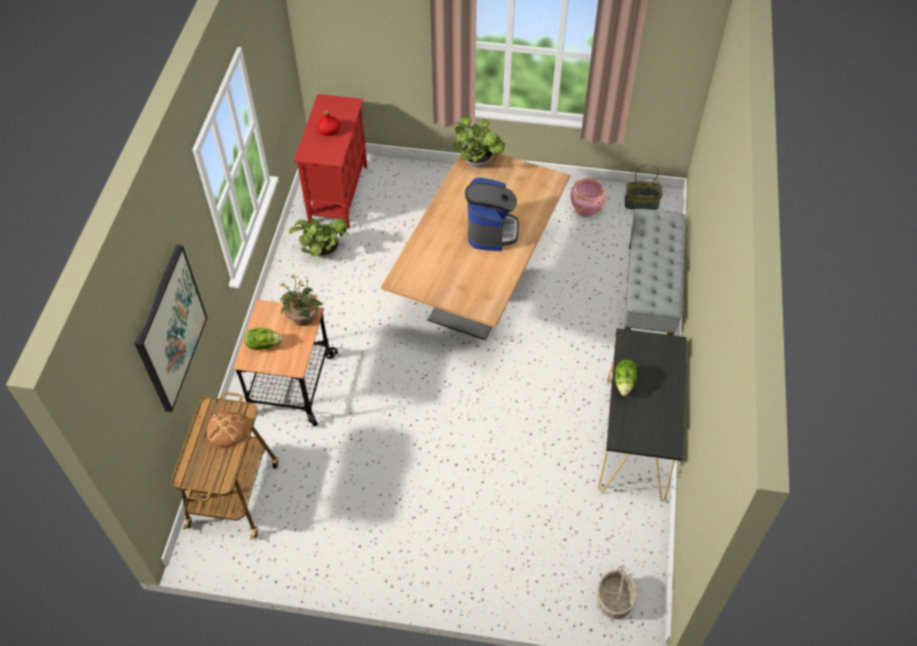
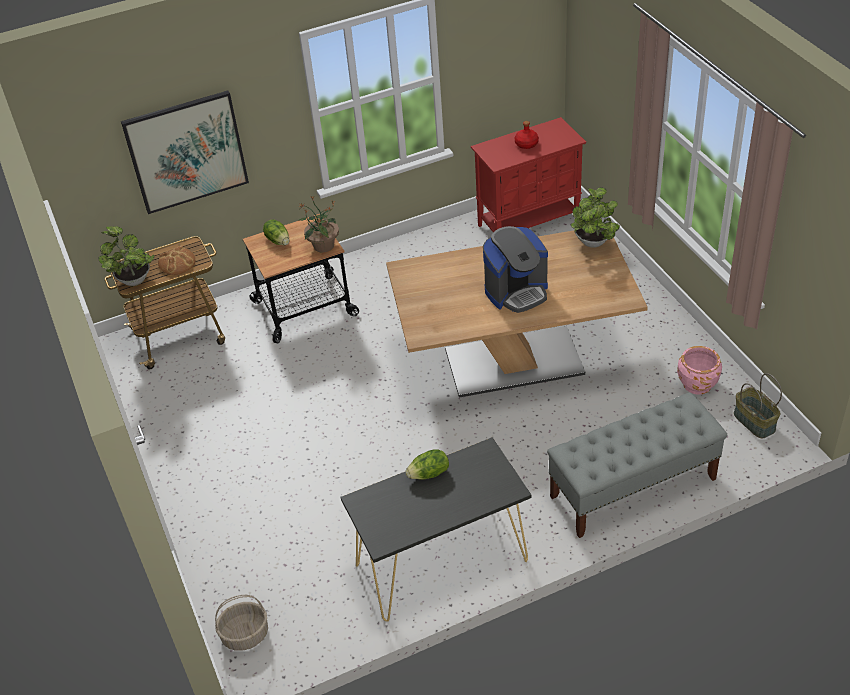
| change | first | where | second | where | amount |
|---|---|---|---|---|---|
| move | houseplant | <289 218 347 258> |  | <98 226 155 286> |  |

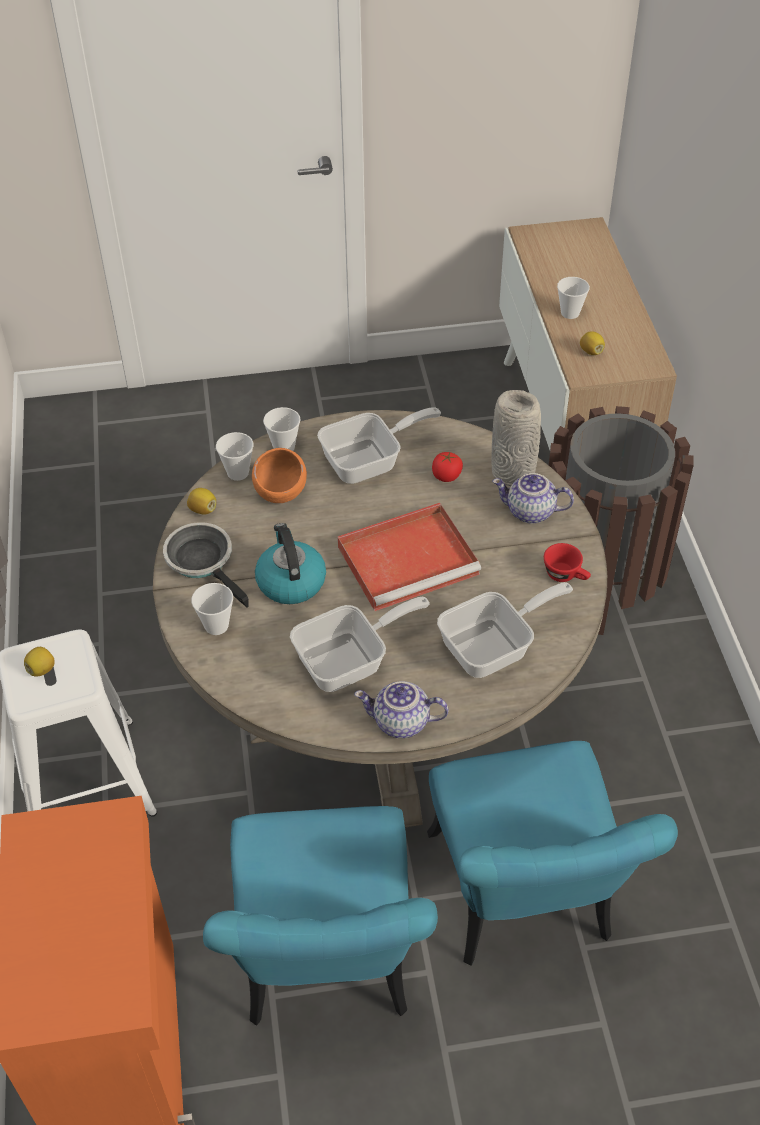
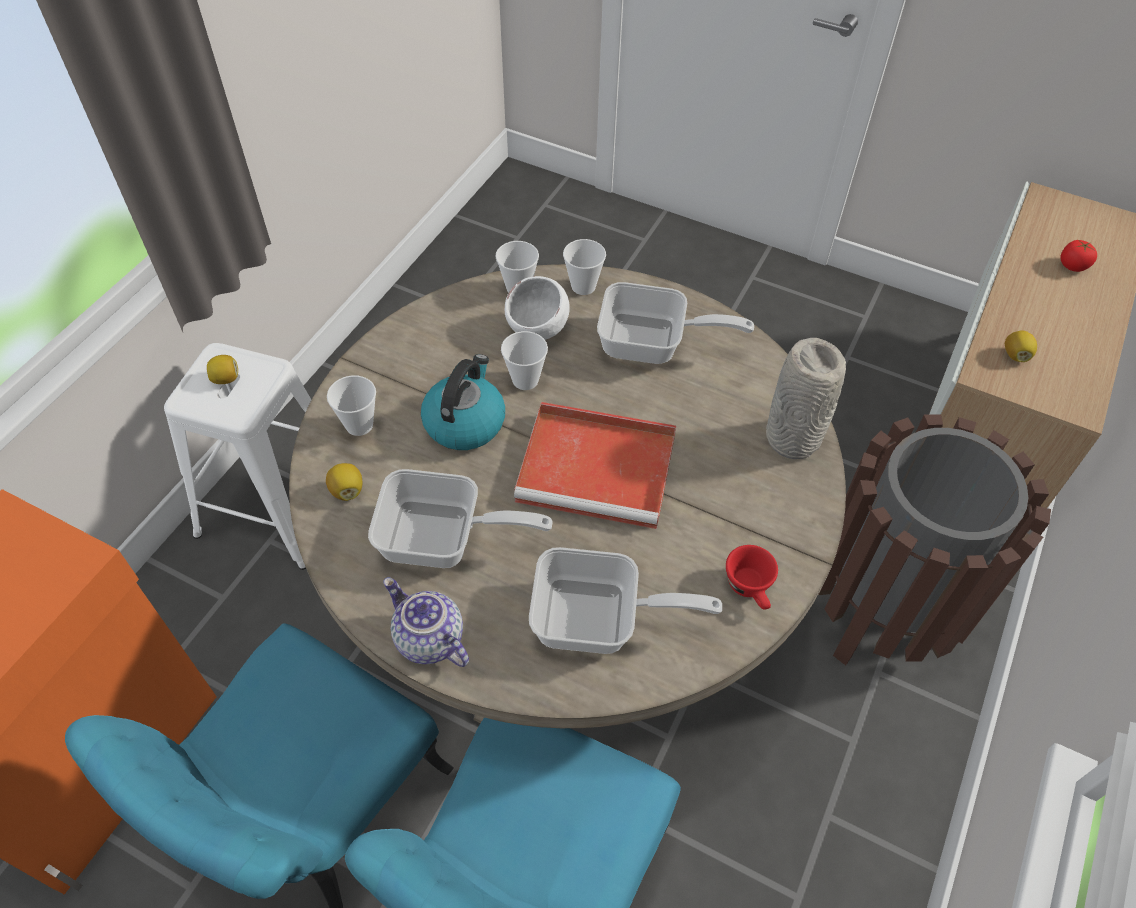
| change | first | where | second | where | amount |
|---|---|---|---|---|---|
| move | whole lemon | <187 488 216 515> |  | <326 463 362 501> |  |
| move | cup | <557 277 590 319> |  | <501 331 548 390> |  |
| recolor | orange deep dish | <252 448 307 503> | white deep dish | <505 276 570 340> |  |
| move | whole tomato | <432 452 463 482> |  | <1060 240 1097 272> |  |
| delete | skillet | <163 522 249 607> |  |  |  |
| delete | tea pot | <492 473 574 524> |  |  |  |

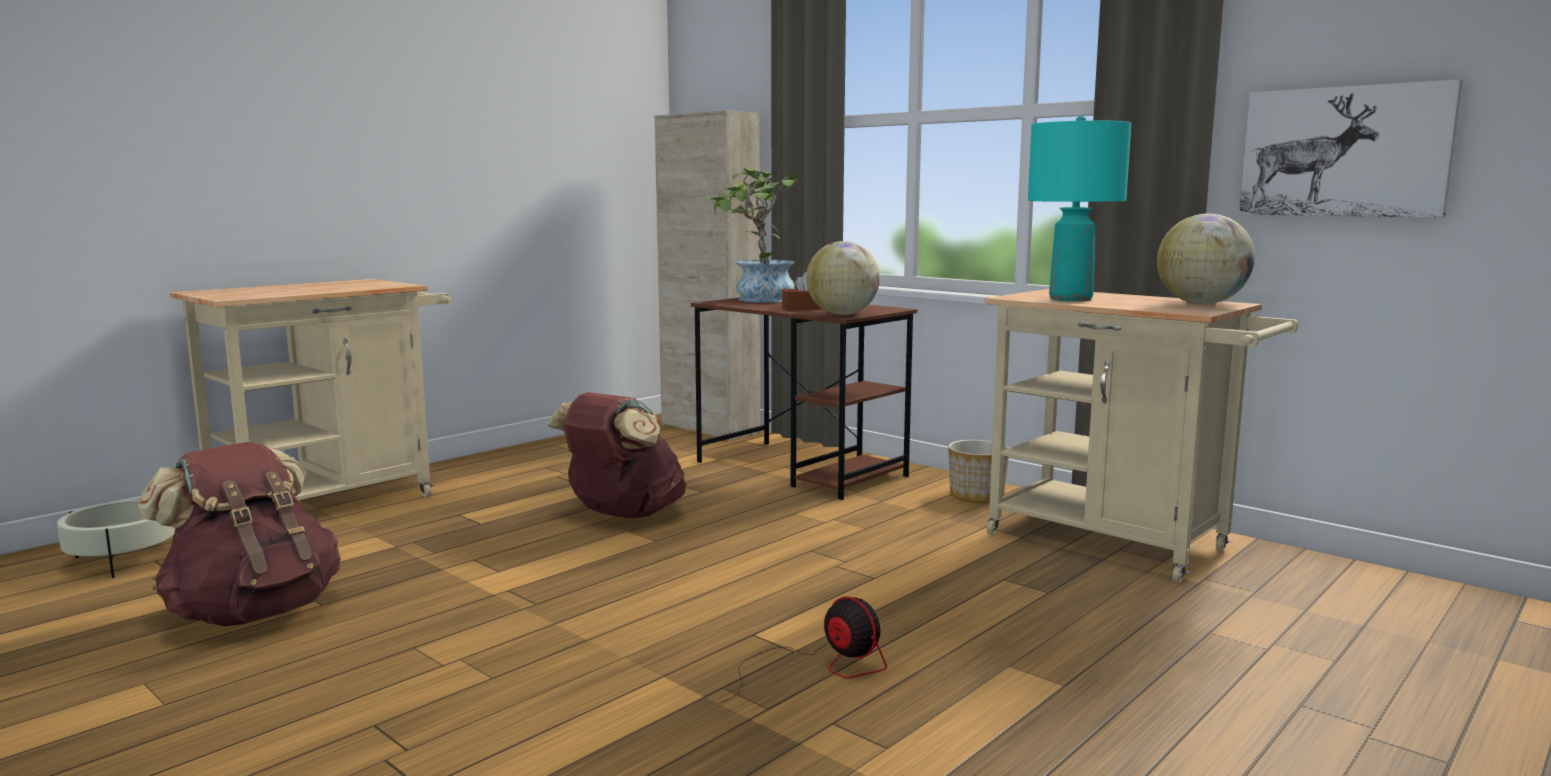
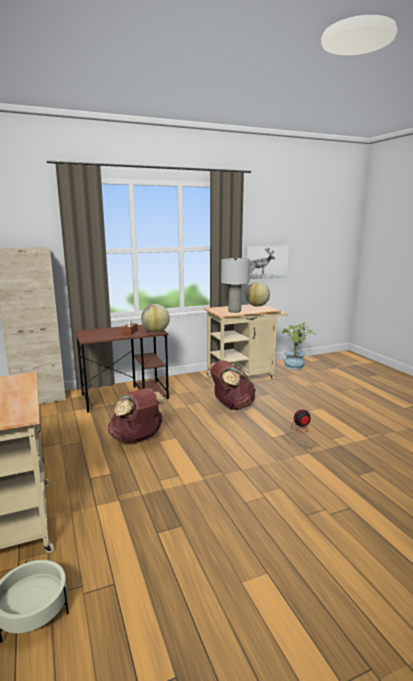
| change | first | where | second | where | amount |
|---|---|---|---|---|---|
| move | brown backpack | <137 442 341 627> |  | <208 360 256 410> |  |
| recolor | turquoise lamp for a table | <1028 116 1131 302> | gray lamp for a table | <221 257 250 313> |  |
| move | houseplant | <707 168 803 302> |  | <282 322 316 369> |  |
| delete | plant pot | <948 440 1009 503> |  |  |  |

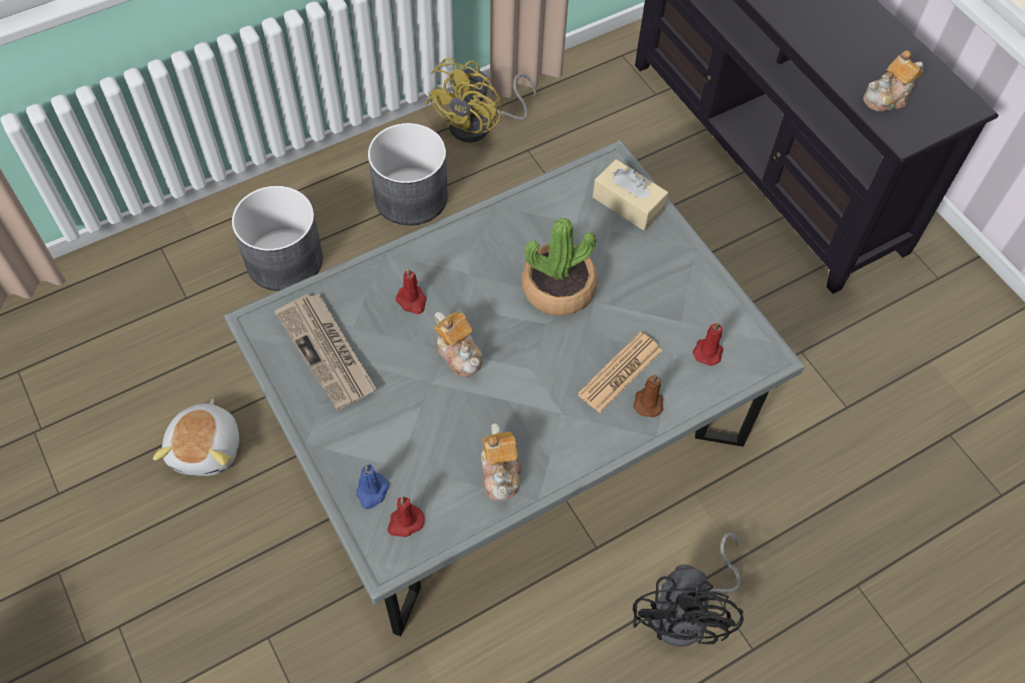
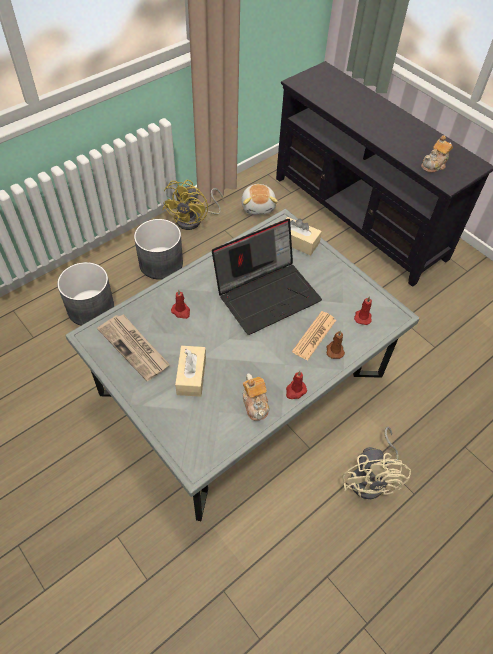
| change | first | where | second | where | amount |
|---|---|---|---|---|---|
| insert |  |  | beige-coloured tissue box | <175 346 206 397> |  |
| replace | houseplant | <521 218 598 316> | laptop | <212 219 322 335> |  |
| move | cuddly toy | <153 399 239 476> |  | <241 184 278 215> |  |
| move | red-coloured candle | <387 497 424 537> |  | <286 371 307 399> |  |
| recolor | black fan | <633 532 744 647> | beige-coloured fan | <343 426 411 499> |  |
| delete | blue-coloured candle | <356 464 389 509> |  |  |  |
| delete | tea pot | <434 312 483 378> |  |  |  |

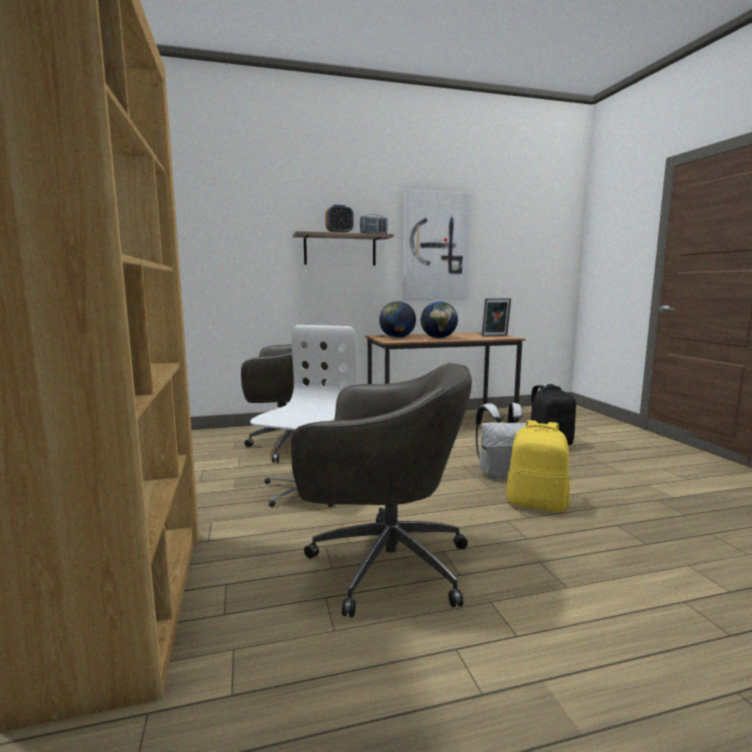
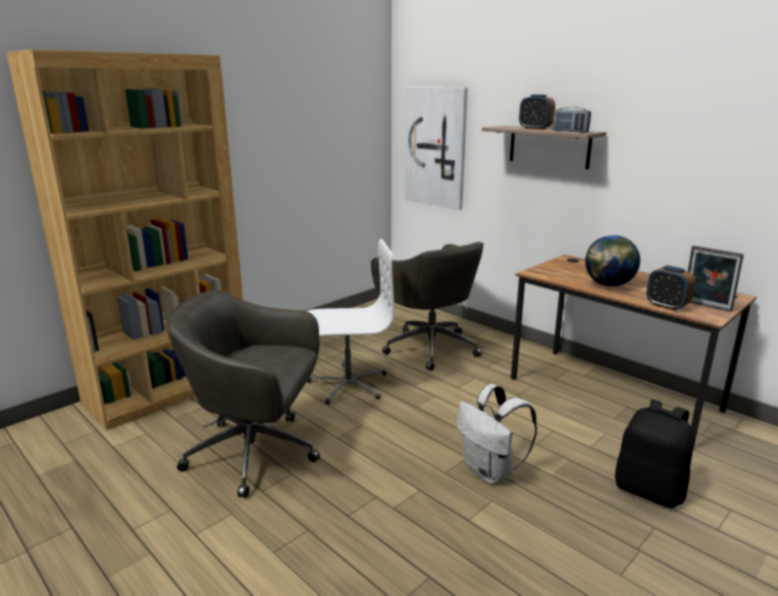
| change | first | where | second | where | amount |
|---|---|---|---|---|---|
| rotate | gray computer chair | <291 363 472 617> |  | <166 290 320 498> | 120 degrees clockwise |
| move | picture | <403 189 471 300> |  | <404 86 468 210> |  |
| insert |  |  | bedside clock | <646 265 695 311> |  |
| delete | desk globe | <379 301 416 338> |  |  |  |
| delete | yellow-coloured backpack | <506 420 570 512> |  |  |  |

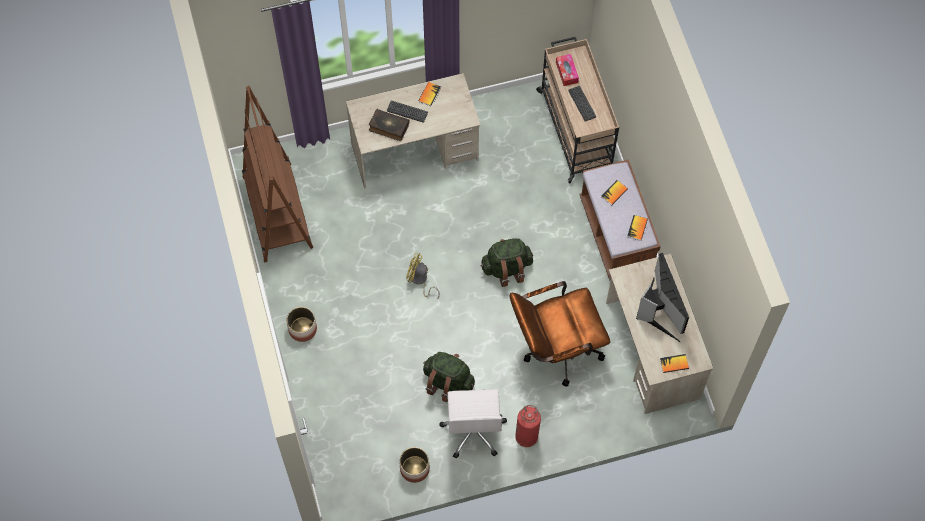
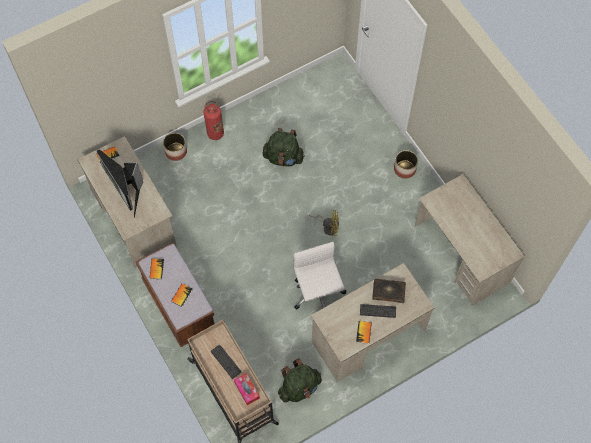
| change | first | where | second | where | amount |
|---|---|---|---|---|---|
| move | plant pot | <399 447 430 483> |  | <163 133 187 161> |  |
| move | green-coloured backpack | <480 238 533 287> |  | <278 358 322 403> |  |
| move | white computer chair | <439 389 507 458> |  | <294 242 346 310> |  |
| replace | brown bookshelf | <242 86 313 262> | beige-coloured desk | <415 174 525 306> |  |
| delete | brown computer chair | <510 281 610 387> |  |  |  |

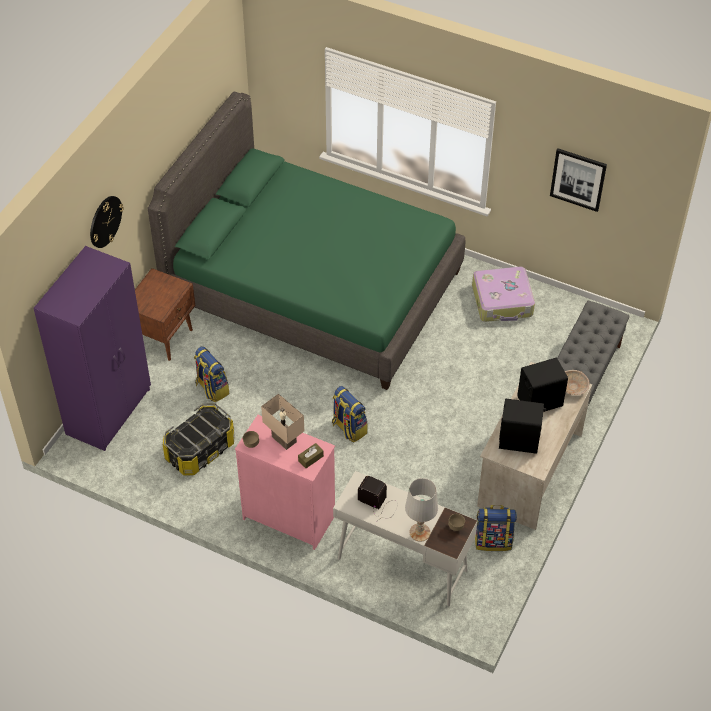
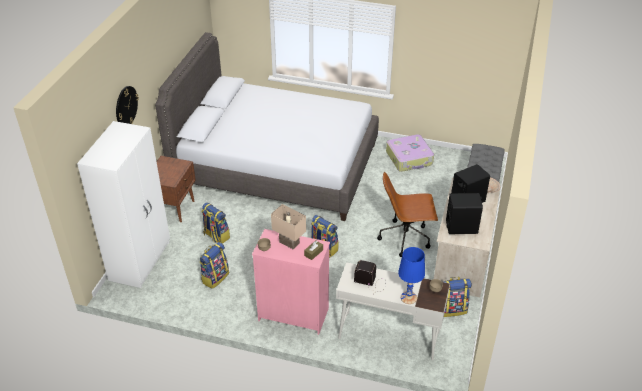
| change | first | where | second | where | amount |
|---|---|---|---|---|---|
| recolor | purple-coloured wardrobe | <33 246 151 451> | white wardrobe | <77 121 170 288> |  |
| recolor | green-coloured sleeping bed | <148 92 465 390> | gray sleeping bed | <155 32 379 221> |  |
| replace | storage box | <162 403 235 476> | backpack | <199 242 229 289> |  |
| insert |  |  | brown computer chair | <377 172 438 257> |  |
| recolor | white lamp for a table | <405 478 438 542> | blue-coloured lamp for a table | <398 247 425 304> |  |
| delete | picture | <550 148 607 212> |  |  |  |

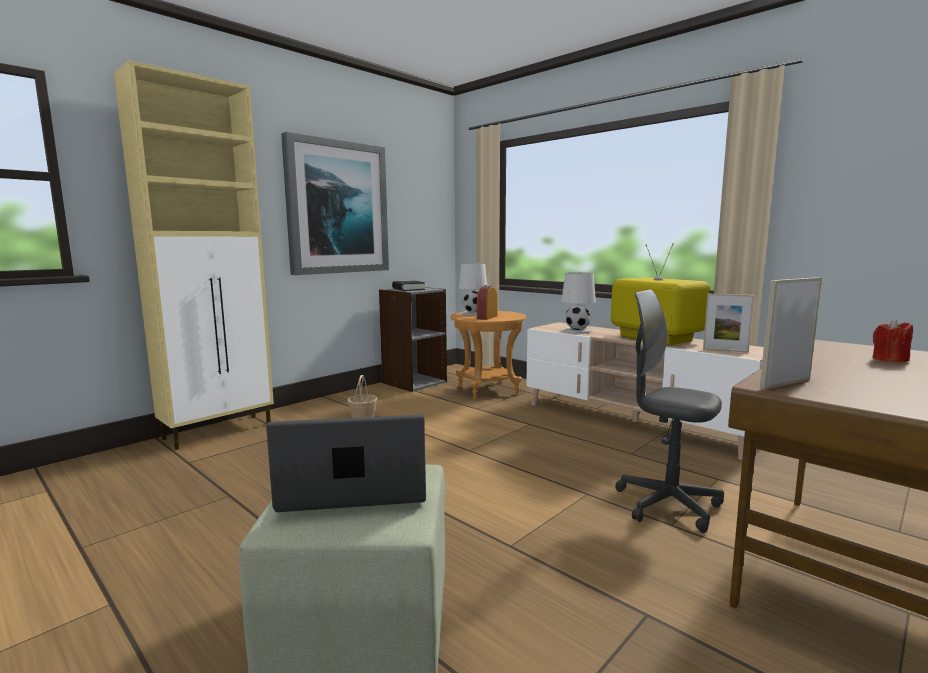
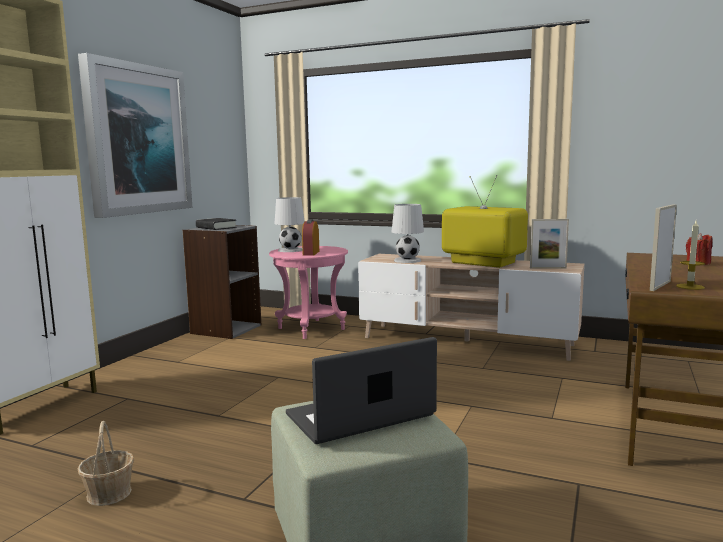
| change | first | where | second | where | amount |
|---|---|---|---|---|---|
| move | storage basket | <347 375 377 418> |  | <78 421 134 506> |  |
| recolor | brown side table | <450 311 526 400> | pink-coloured side table | <269 246 348 339> |  |
| insert |  |  | candle | <676 221 705 290> |  |
| delete | gray computer chair | <615 290 724 533> |  |  |  |

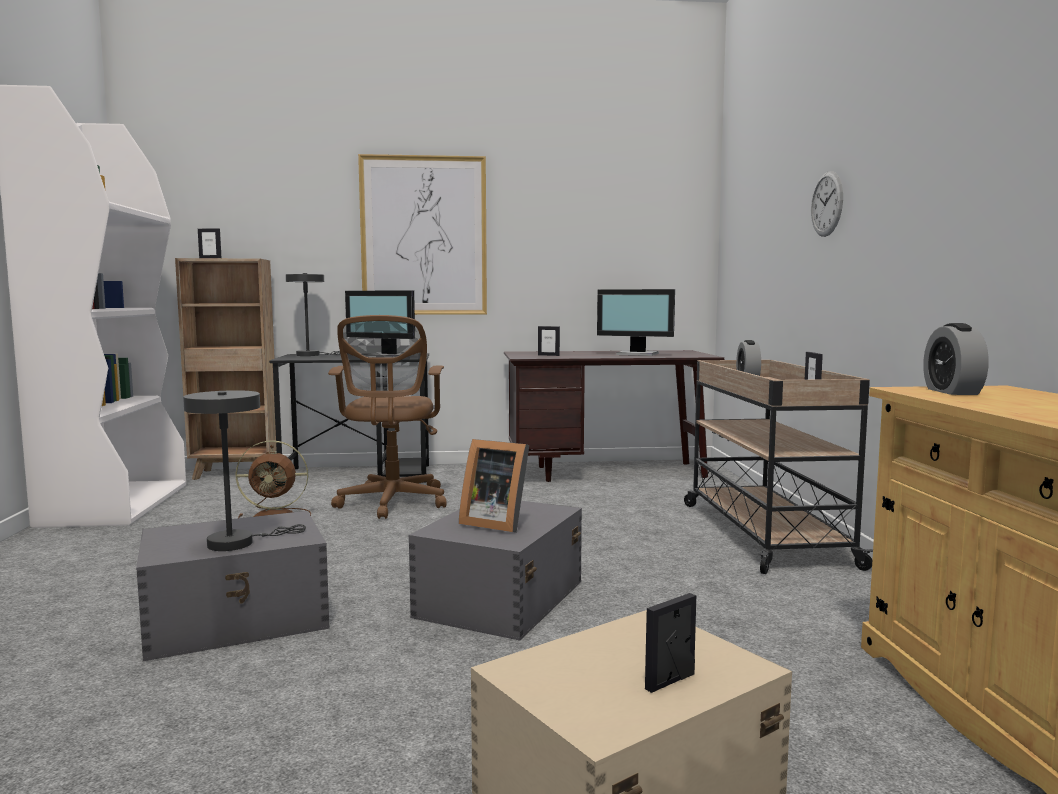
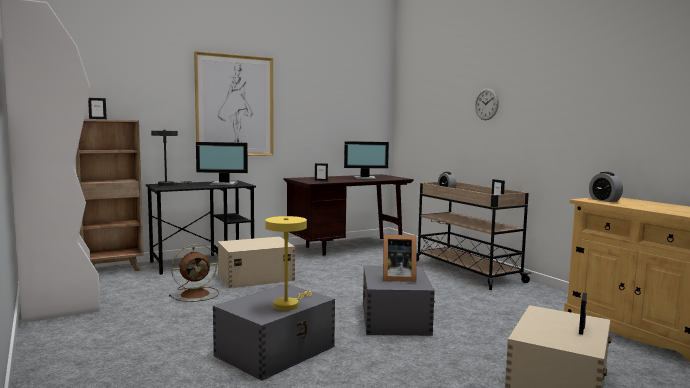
| change | first | where | second | where | amount |
|---|---|---|---|---|---|
| replace | brown computer chair | <328 315 447 519> | beige-coloured storage box | <218 237 295 289> |  |
| recolor | gray lamp for a table | <183 390 306 551> | yellow-coloured lamp for a table | <265 216 312 311> |  |

